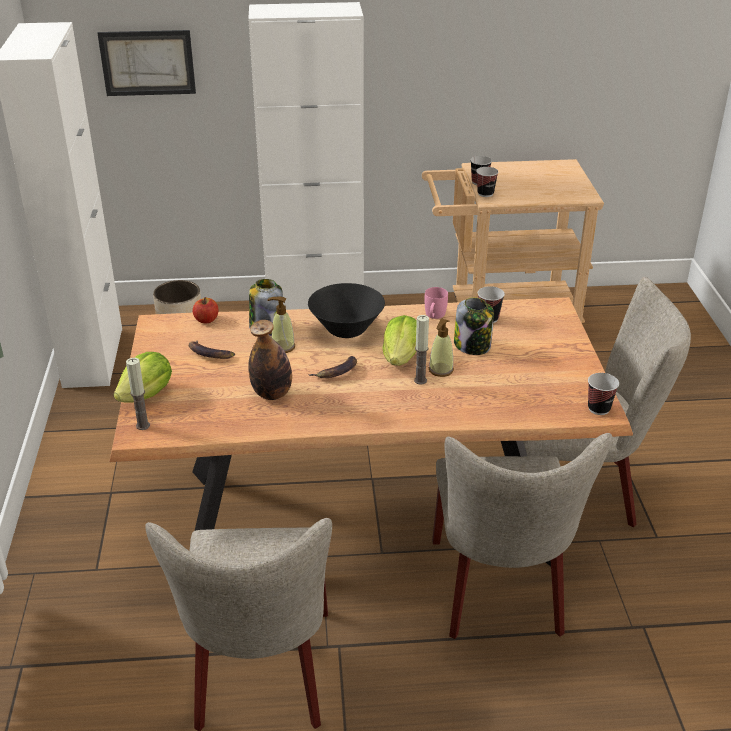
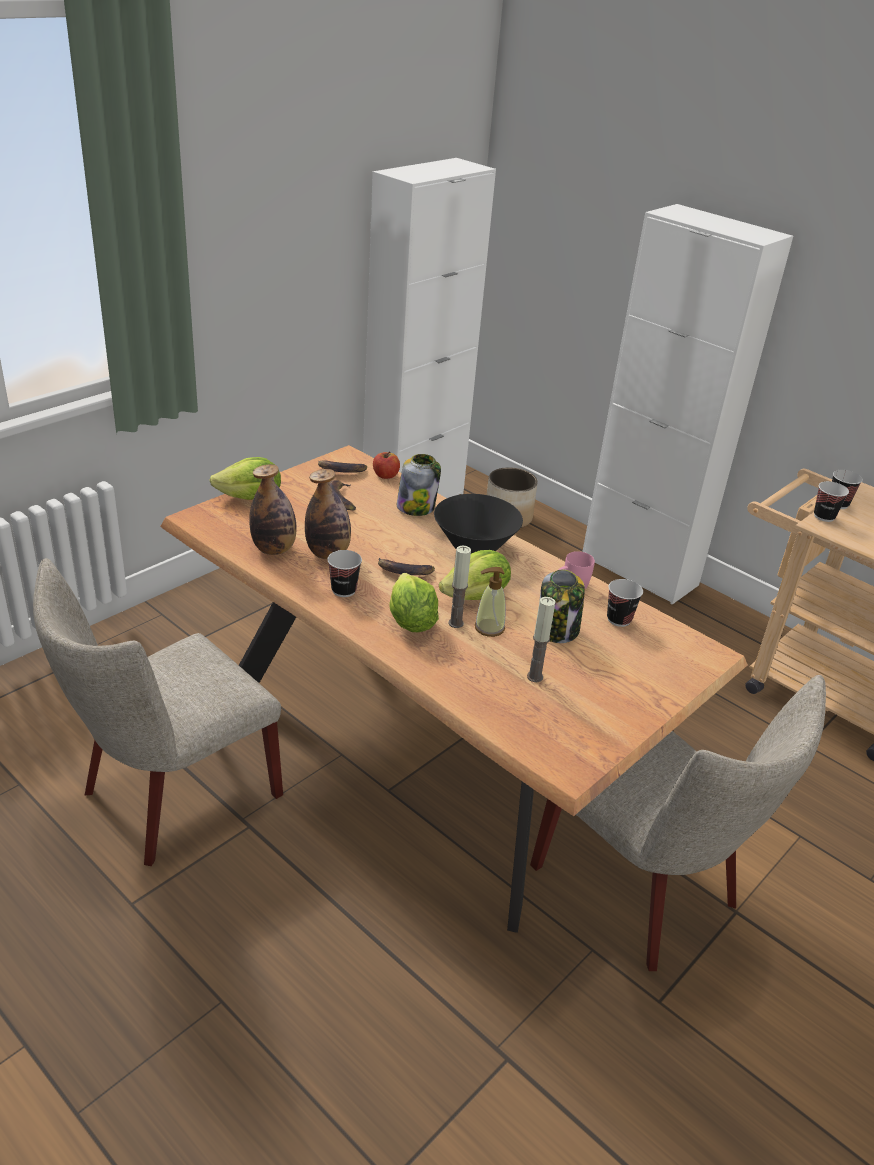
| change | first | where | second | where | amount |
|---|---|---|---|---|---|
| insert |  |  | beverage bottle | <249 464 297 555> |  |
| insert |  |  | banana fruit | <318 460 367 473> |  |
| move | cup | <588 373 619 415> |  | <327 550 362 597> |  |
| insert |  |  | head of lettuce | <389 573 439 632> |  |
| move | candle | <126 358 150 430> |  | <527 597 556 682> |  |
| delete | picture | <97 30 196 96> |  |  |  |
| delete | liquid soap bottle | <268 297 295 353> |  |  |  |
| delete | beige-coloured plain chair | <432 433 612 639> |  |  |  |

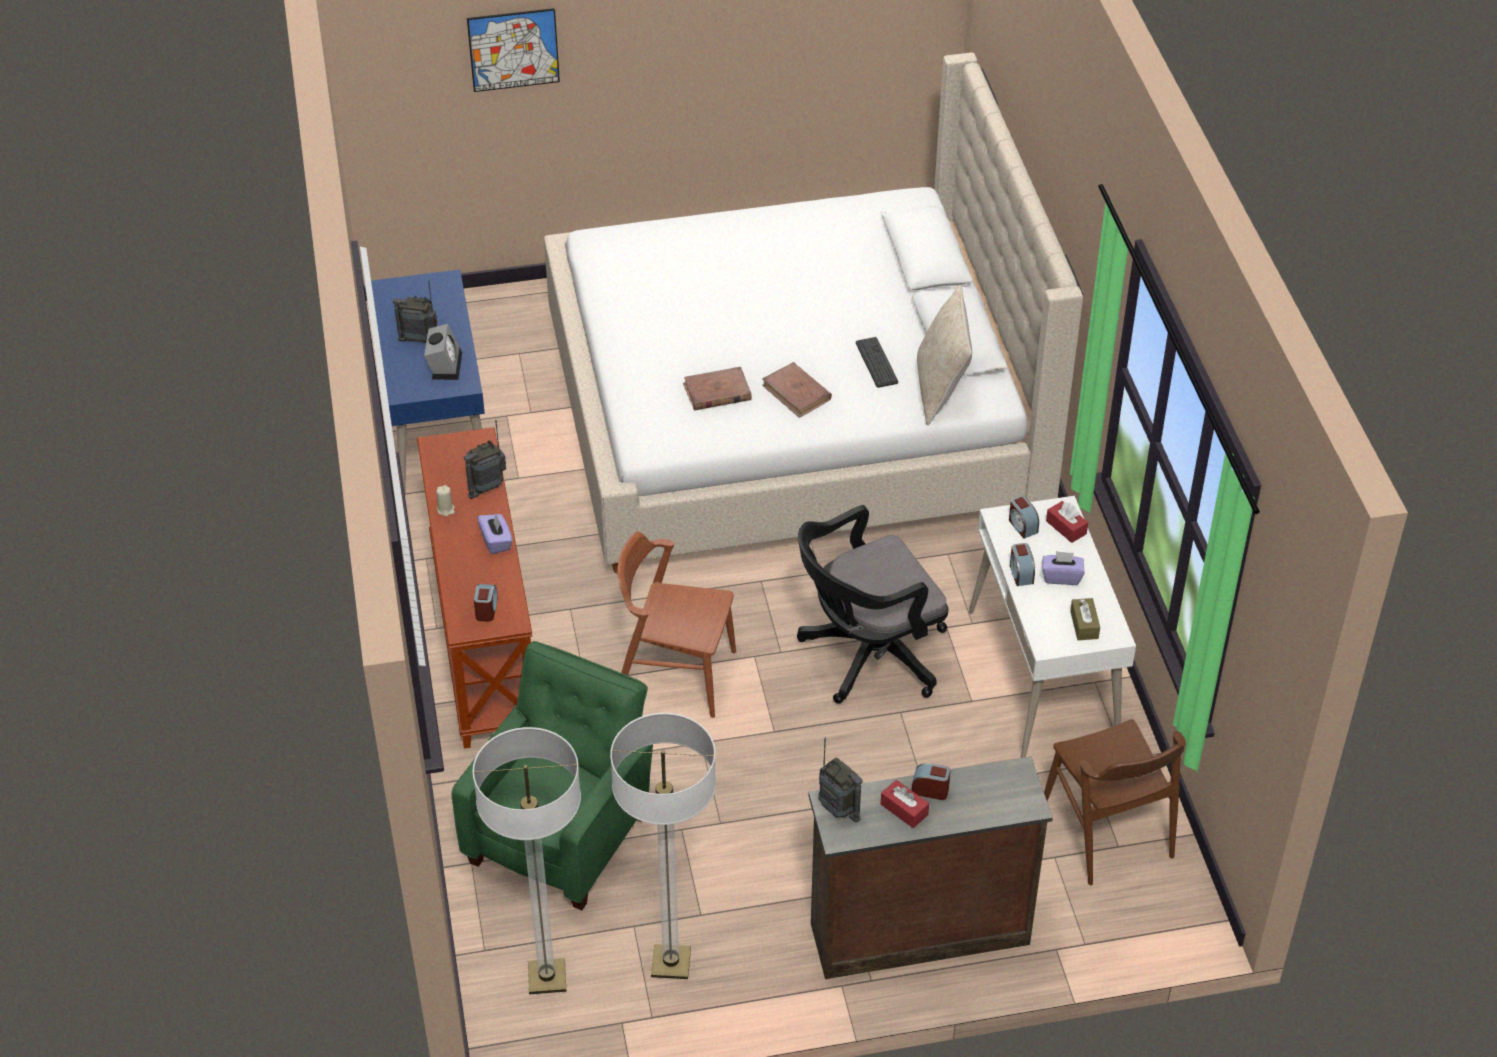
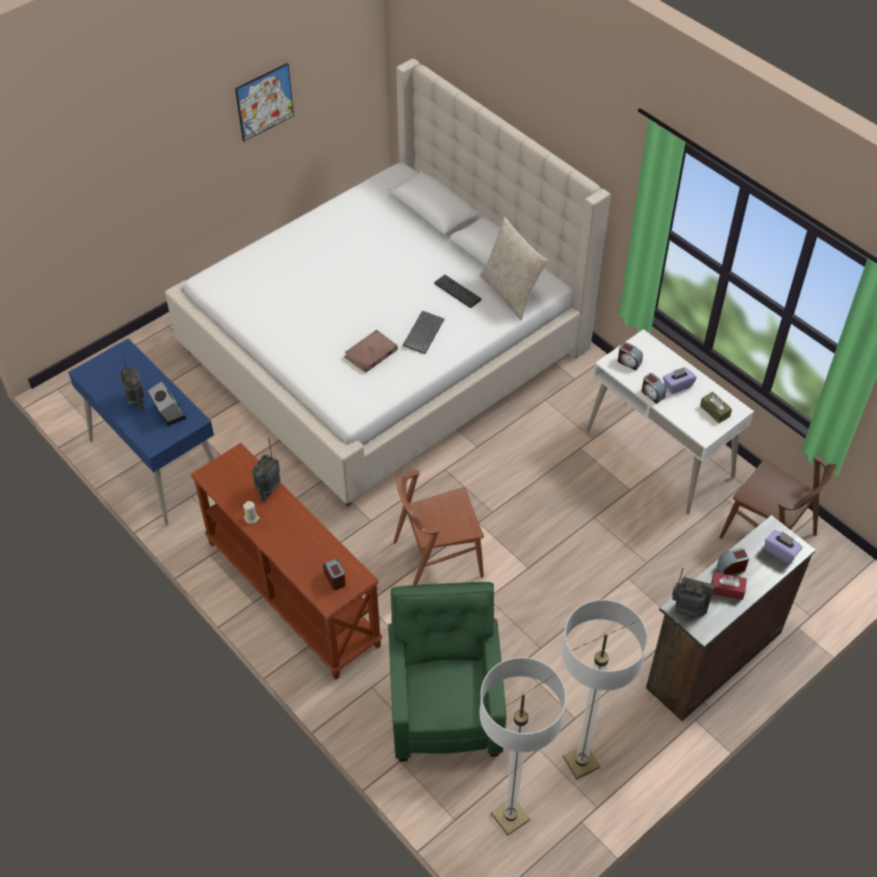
| change | first | where | second | where | amount |
|---|---|---|---|---|---|
| rotate | radio | <393 280 437 343> |  | <120 350 145 411> | 90 degrees counterclockwise |
| move | picture | <467 8 560 92> |  | <235 63 294 142> |  |
| replace | brown book | <762 362 832 418> | PC keyboard | <403 311 444 354> |  |
| move | purple-coloured tissue box | <477 513 512 554> |  | <765 530 803 563> |  |
| delete | black computer chair | <797 505 948 704> |  |  |  |
| delete | red-coloured tissue box | <1046 501 1088 543> |  |  |  |

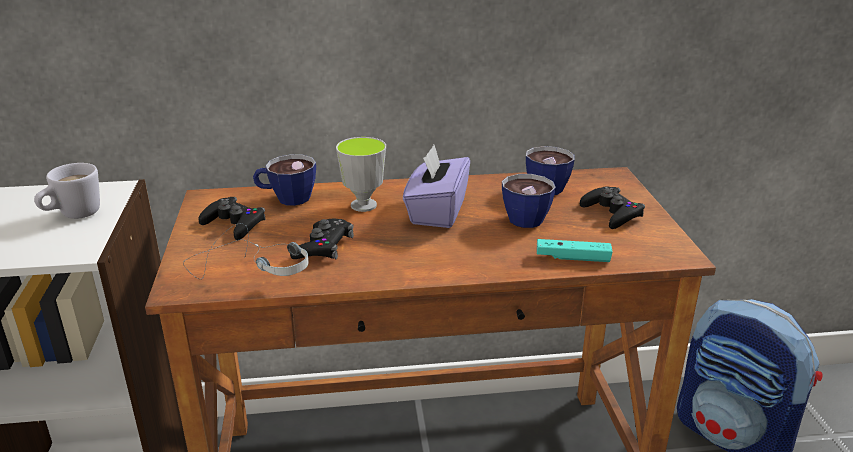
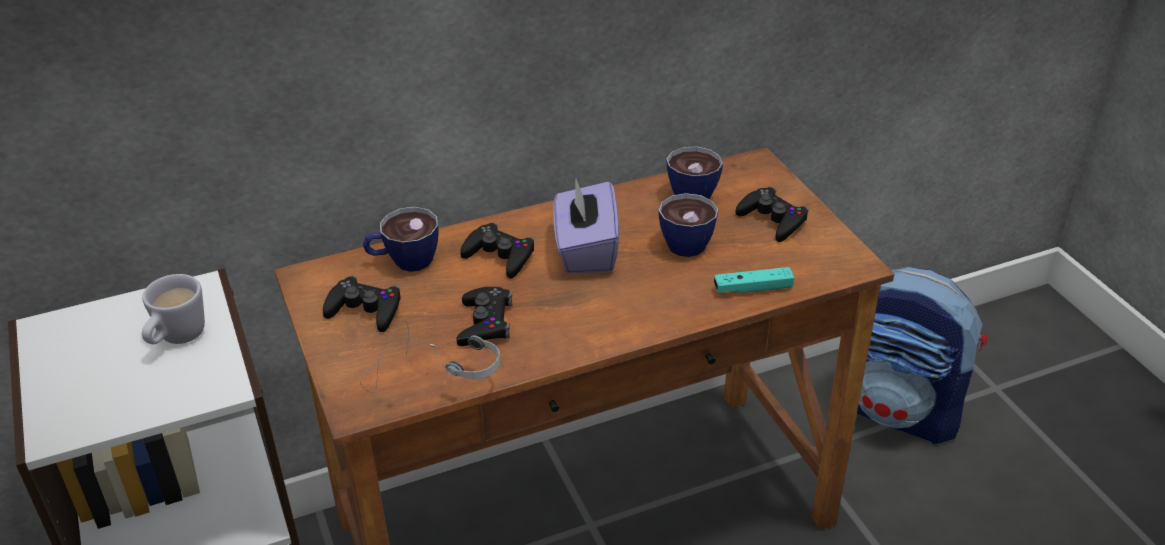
| change | first | where | second | where | amount |
|---|---|---|---|---|---|
| replace | cup | <336 137 386 212> | black joypad | <460 222 534 279> |  |

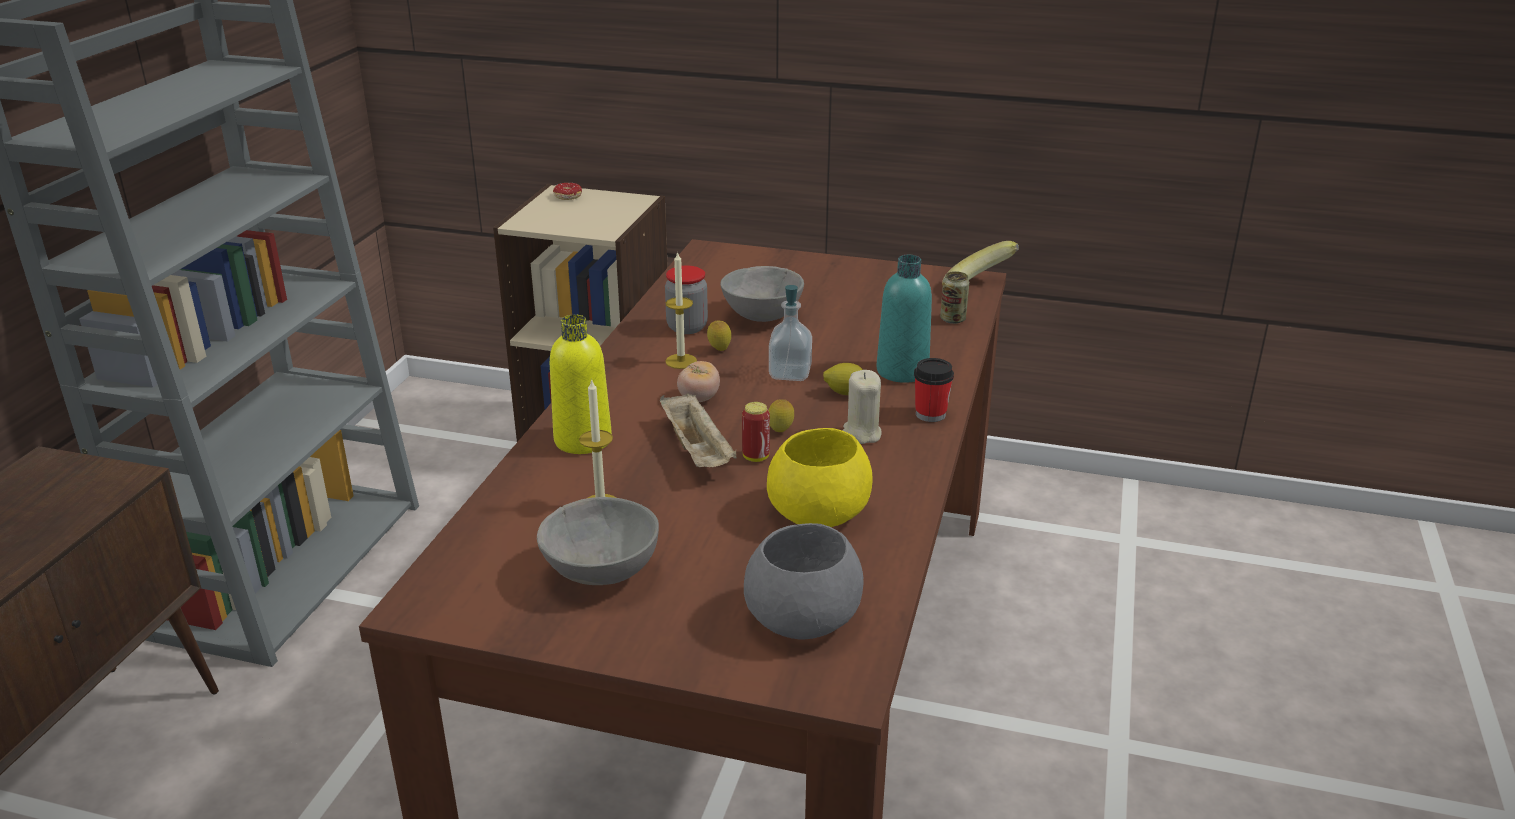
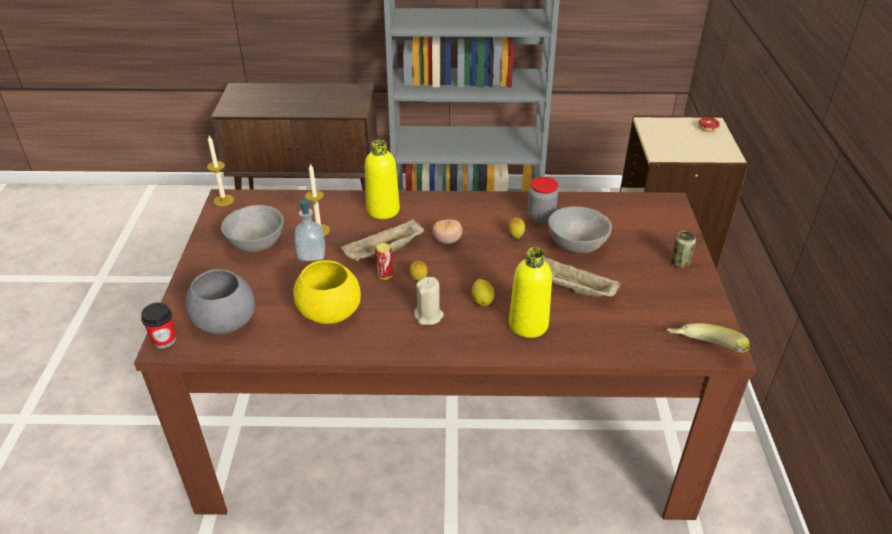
| change | first | where | second | where | amount |
|---|---|---|---|---|---|
| move | cup | <914 358 954 422> |  | <141 303 176 349> |  |
| move | candle | <666 251 697 369> |  | <207 135 234 206> |  |
| move | liquid soap bottle | <769 285 812 381> |  | <295 199 325 261> |  |
| recolor | turquoise beverage bottle | <876 255 932 383> | yellow-coloured beverage bottle | <509 247 552 338> |  |
| insert |  |  | beige-coloured tray | <544 257 621 297> |  |
| move | metal can | <940 271 969 324> |  | <670 230 696 268> |  |

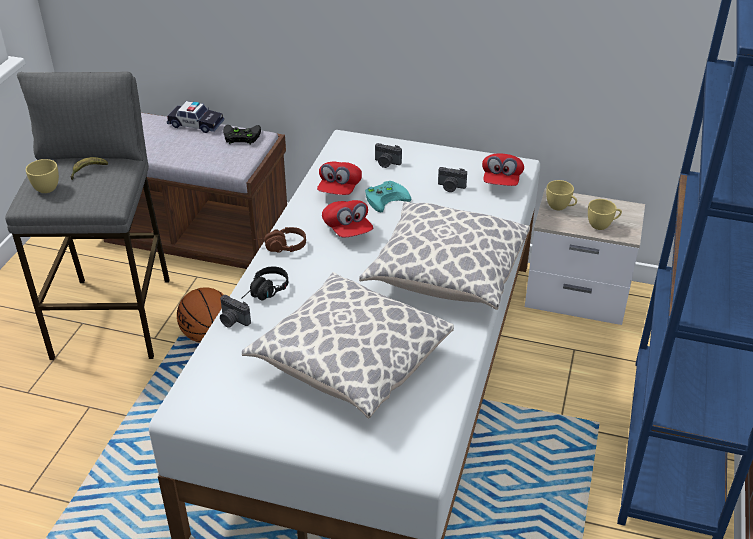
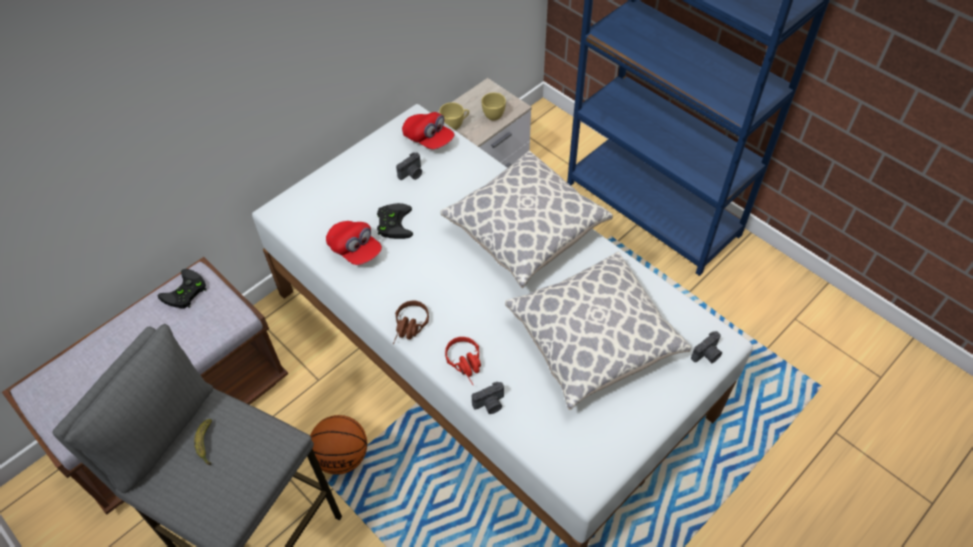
| change | first | where | second | where | amount |
|---|---|---|---|---|---|
| recolor | turquoise joypad | <365 181 411 212> | black joypad | <377 203 413 239> |  |
| recolor | black headphones | <241 266 288 301> | red-coloured headphones | <445 337 481 385> |  |
| move | still camera | <375 143 402 168> |  | <691 331 722 363> |  |
| delete | yellow-coloured cup | <26 159 59 193> |  |  |  |
| delete | miniature car | <167 101 224 133> |  |  |  |
| delete | red-coloured peaked cap | <322 200 373 237> |  |  |  |

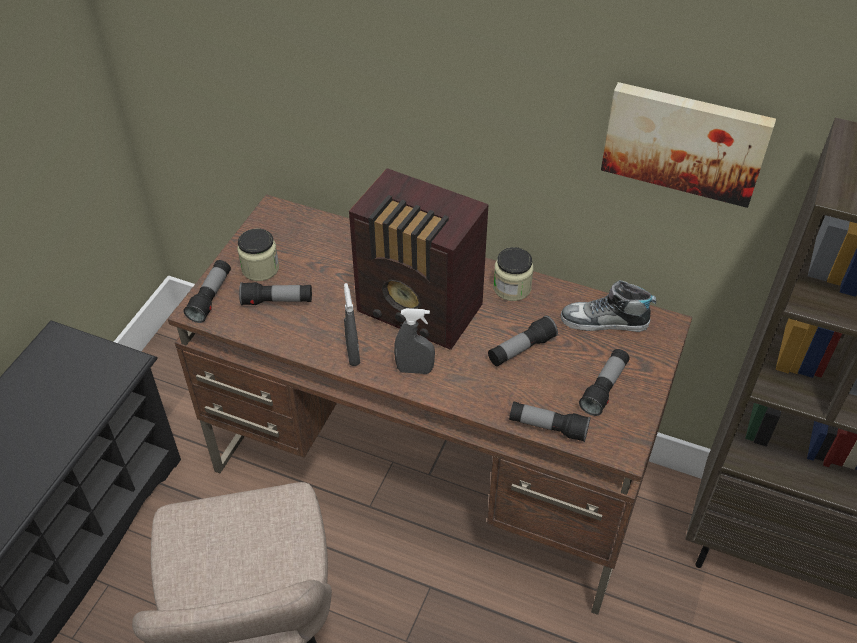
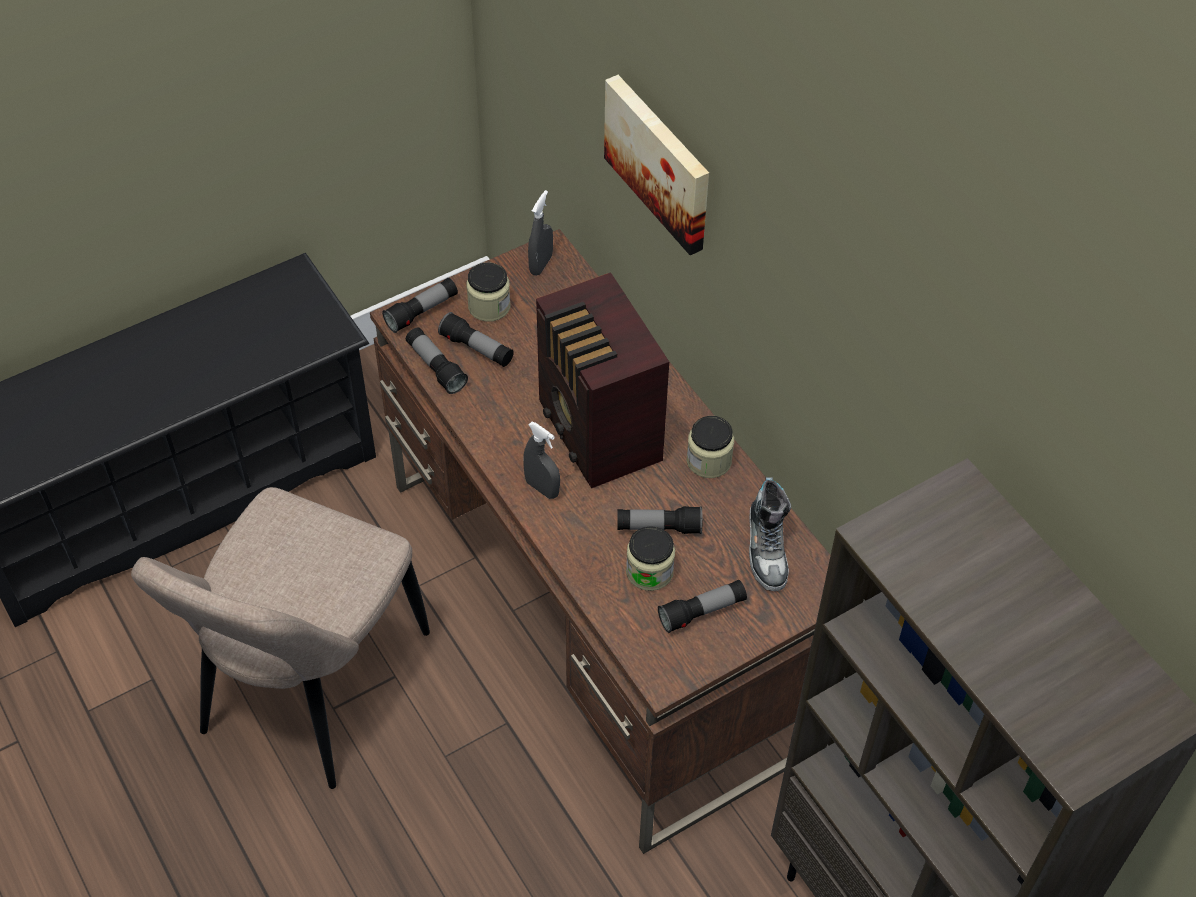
| change | first | where | second | where | amount |
|---|---|---|---|---|---|
| move | torch | <509 402 591 442> |  | <406 327 468 394> |  |
| move | gray sprayer | <344 283 360 366> |  | <528 190 553 276> |  |
| move | picture | <601 82 776 208> |  | <604 75 709 255> |  |
| insert |  |  | preserve jar | <626 526 675 591> |  |
| rotate | item of footwear | <561 280 656 332> |  | <749 477 791 591> | 135 degrees counterclockwise |

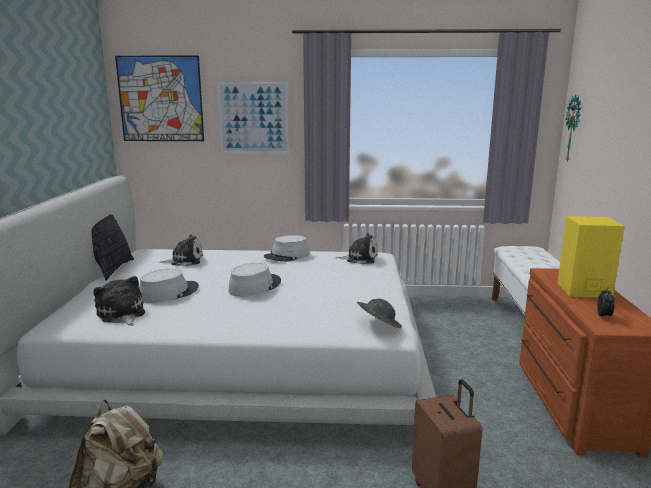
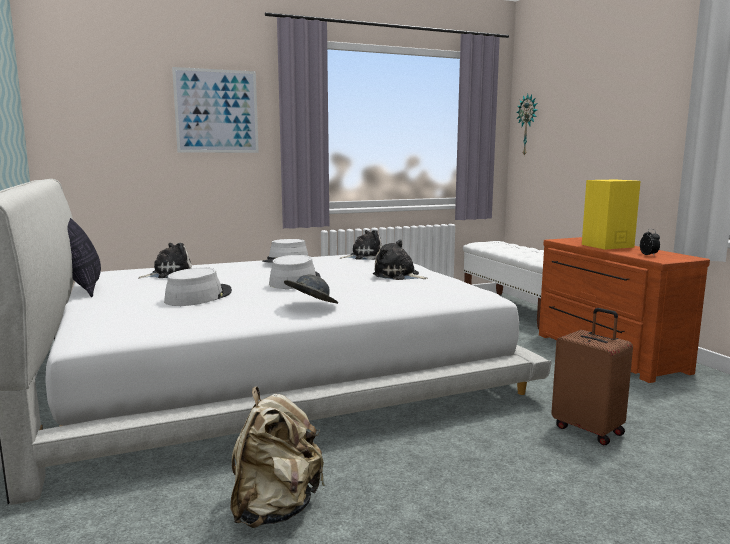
| change | first | where | second | where | amount |
|---|---|---|---|---|---|
| move | gray hat | <357 299 402 328> |  | <284 274 338 304> |  |
| move | cuddly toy | <94 276 145 326> |  | <373 240 428 280> |  |
| delete | picture | <115 55 204 141> |  |  |  |

